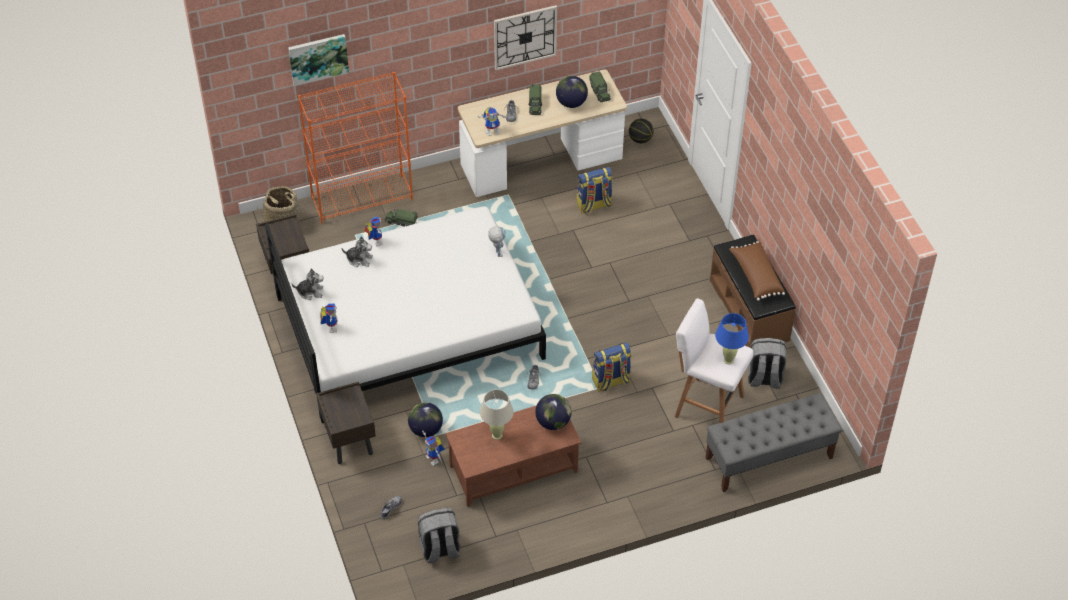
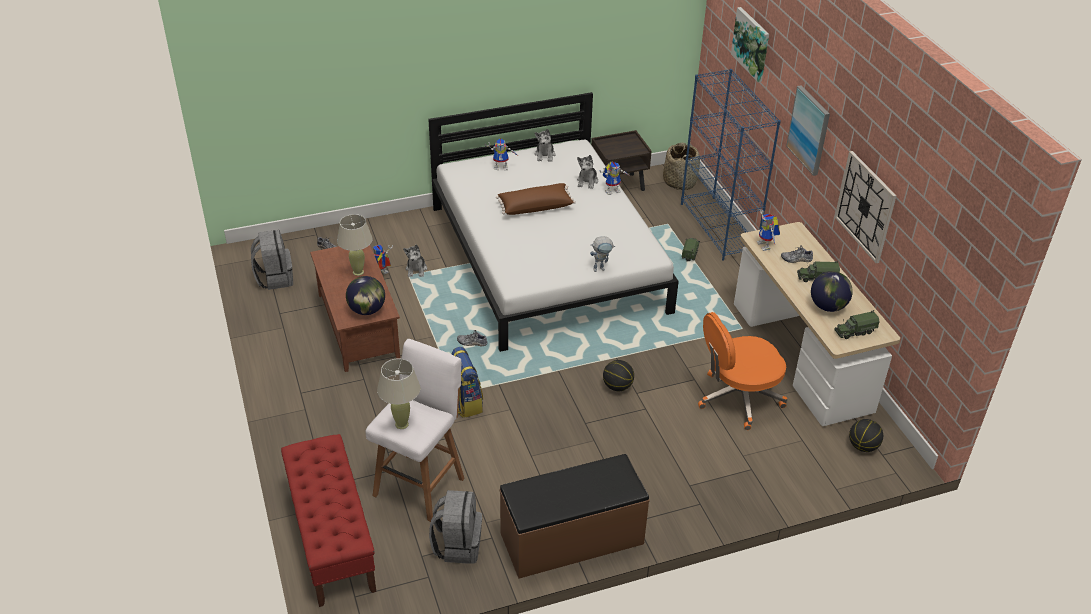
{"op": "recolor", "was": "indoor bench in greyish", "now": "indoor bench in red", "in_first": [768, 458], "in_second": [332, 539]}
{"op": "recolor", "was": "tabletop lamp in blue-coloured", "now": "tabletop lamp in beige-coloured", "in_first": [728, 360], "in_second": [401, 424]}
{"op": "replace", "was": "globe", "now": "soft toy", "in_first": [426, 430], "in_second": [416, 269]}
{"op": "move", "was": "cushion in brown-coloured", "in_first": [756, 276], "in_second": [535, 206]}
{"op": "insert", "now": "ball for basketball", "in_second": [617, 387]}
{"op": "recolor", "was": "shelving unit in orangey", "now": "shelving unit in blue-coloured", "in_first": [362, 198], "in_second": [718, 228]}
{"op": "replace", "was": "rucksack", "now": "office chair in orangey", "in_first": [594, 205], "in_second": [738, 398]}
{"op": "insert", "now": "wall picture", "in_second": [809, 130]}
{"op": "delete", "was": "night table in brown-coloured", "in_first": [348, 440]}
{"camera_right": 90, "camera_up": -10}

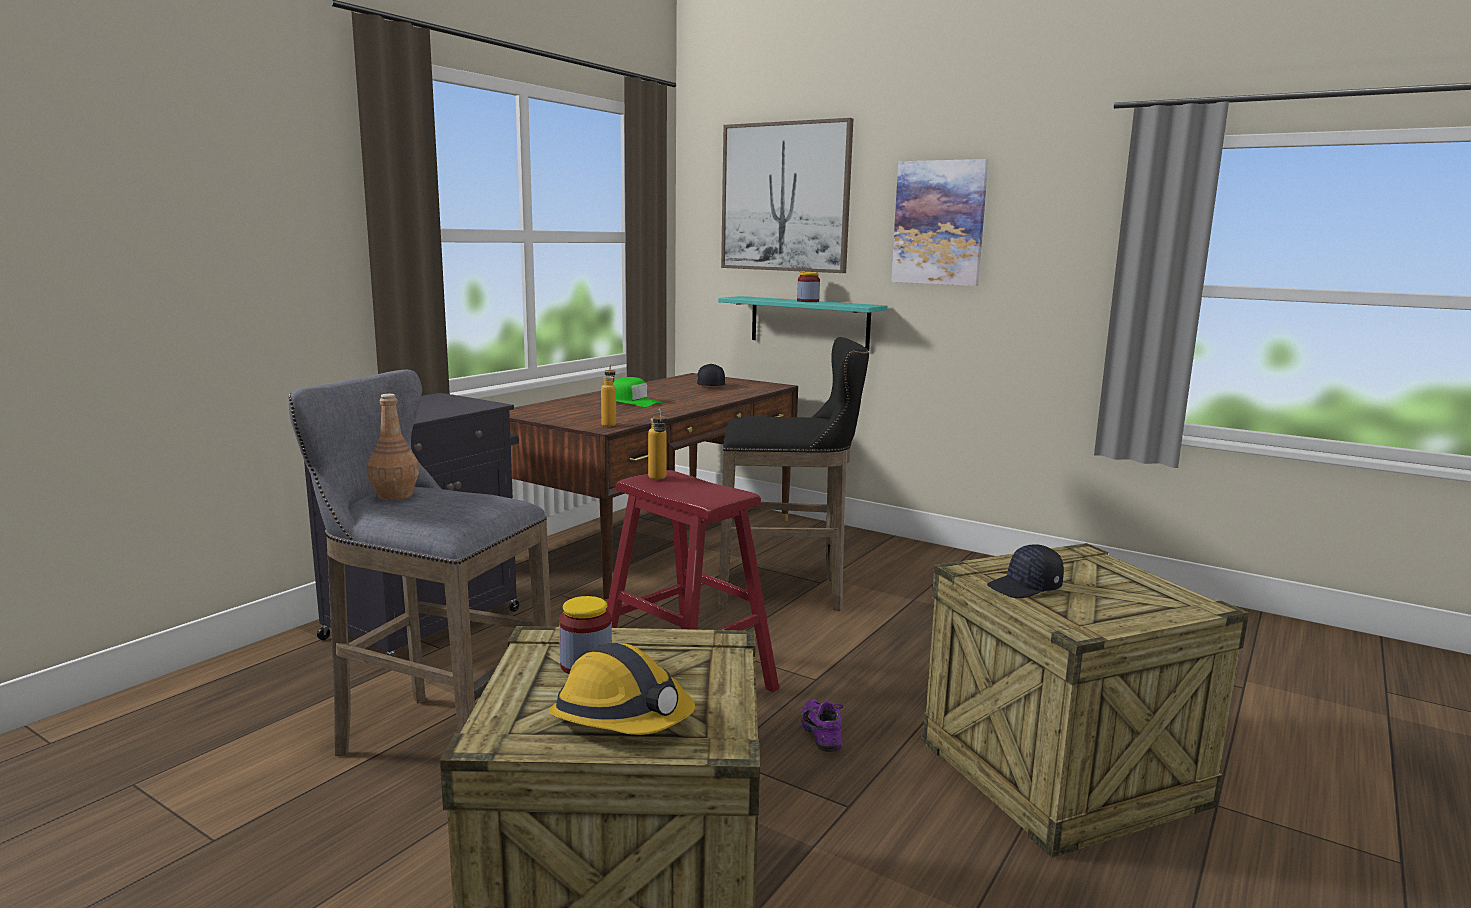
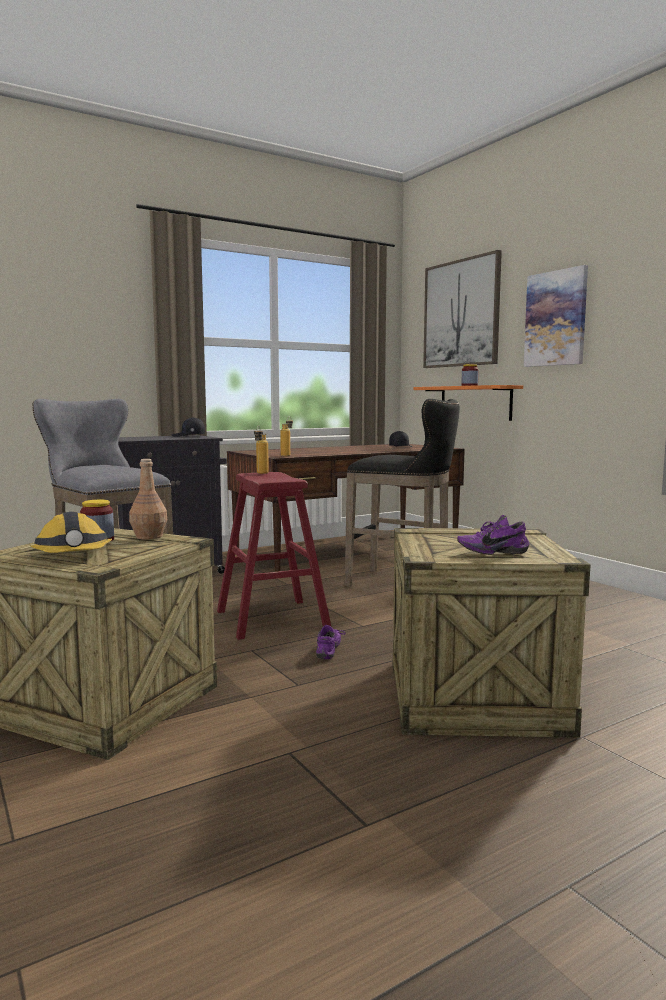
{"op": "move", "was": "bottle in brown-coloured", "in_first": [394, 495], "in_second": [149, 536]}
{"op": "move", "was": "peaked cap in blackish", "in_first": [1025, 587], "in_second": [188, 436]}
{"op": "recolor", "was": "bracket shelf in blue-green", "now": "bracket shelf in orangey", "in_first": [809, 322], "in_second": [475, 402]}
{"op": "insert", "now": "shoe in purplish", "in_second": [492, 552]}
{"op": "delete", "was": "peaked cap in green-coloured", "in_first": [633, 402]}
{"camera_right": 25, "camera_up": -5}

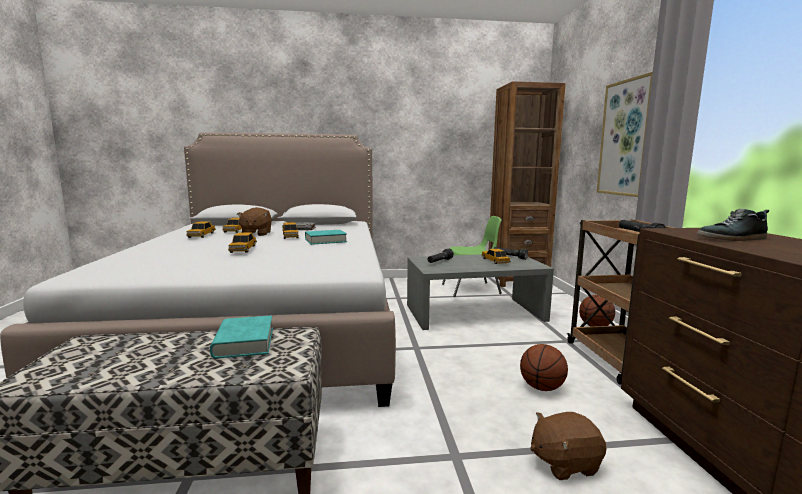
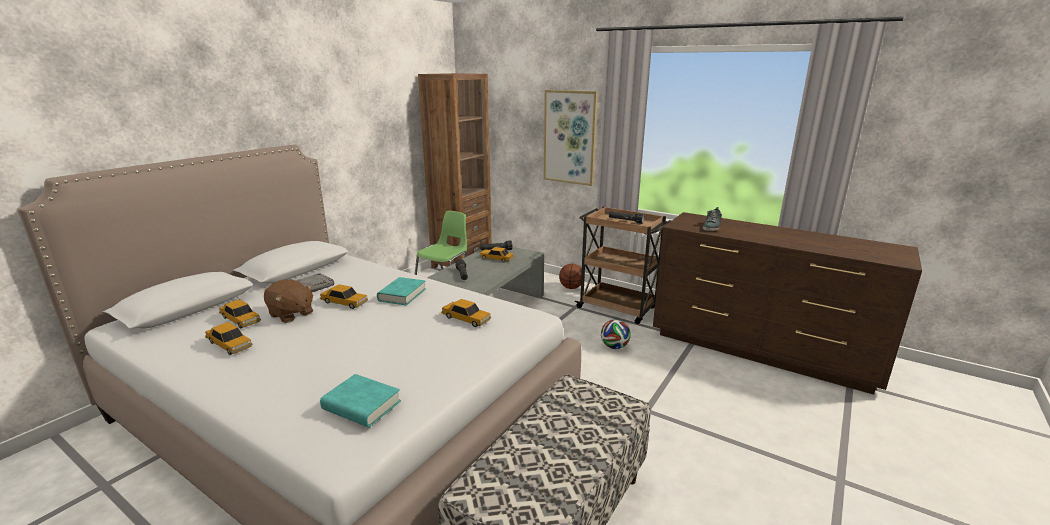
{"op": "move", "was": "volume in blue-green", "in_first": [244, 342], "in_second": [361, 406]}
{"op": "move", "was": "model car", "in_first": [243, 249], "in_second": [466, 319]}
{"op": "replace", "was": "ball for basketball", "now": "ball for football", "in_first": [542, 388], "in_second": [614, 347]}
{"op": "delete", "was": "soft toy in brown-coloured", "in_first": [564, 463]}
{"camera_right": -50, "camera_up": 10}

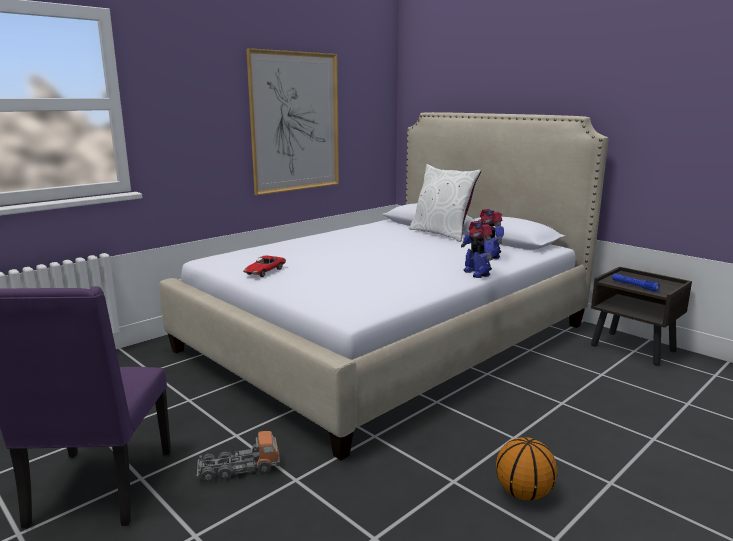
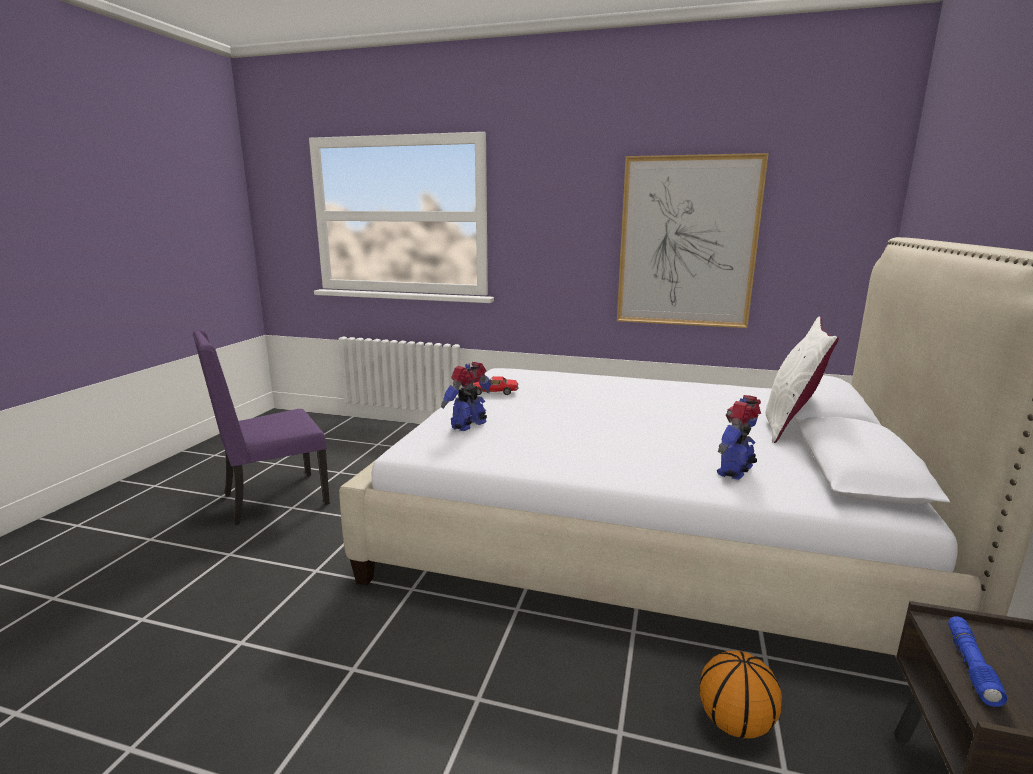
{"op": "move", "was": "robot figure", "in_first": [477, 273], "in_second": [470, 425]}
{"op": "move", "was": "ball for basketball", "in_first": [524, 493], "in_second": [736, 724]}
{"op": "delete", "was": "model truck", "in_first": [239, 469]}
{"camera_right": 60, "camera_up": 0}

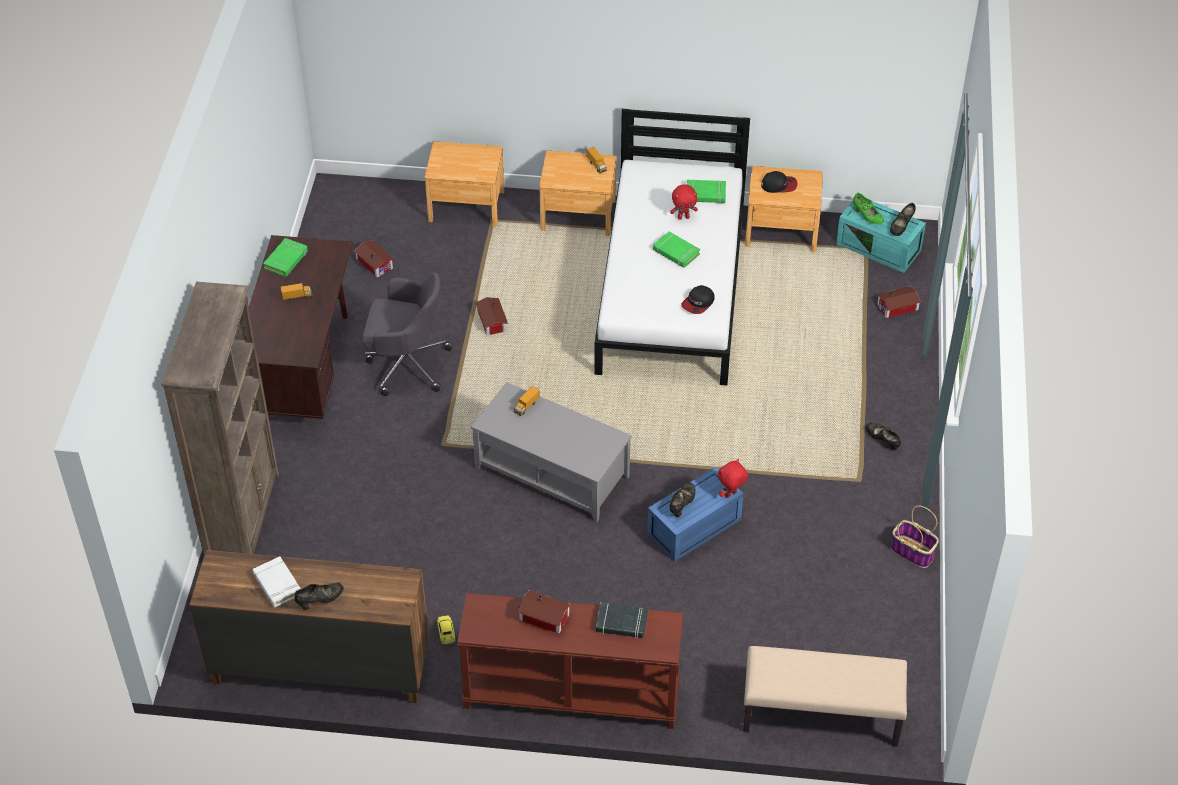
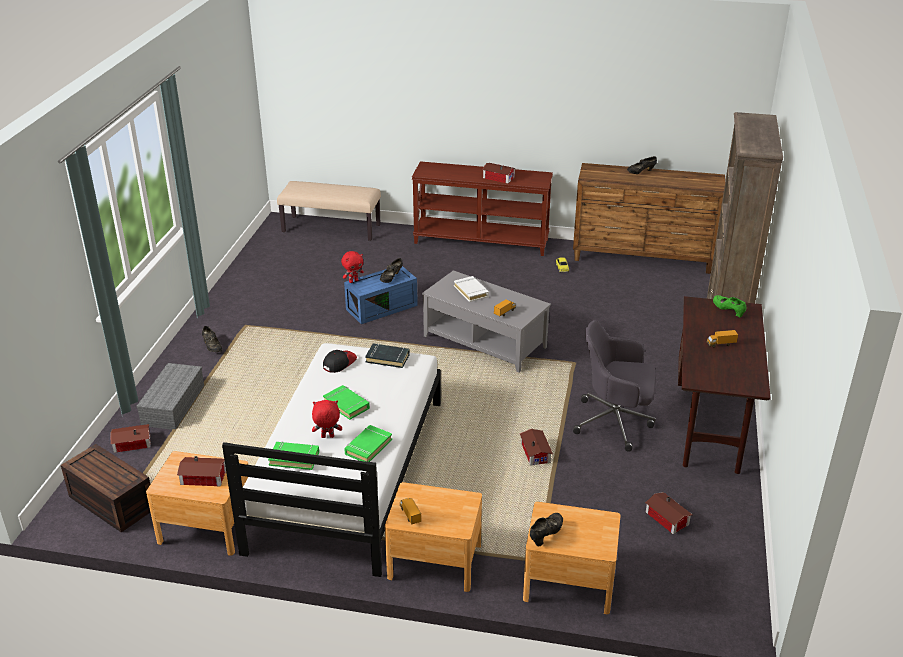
{"op": "recolor", "was": "storage bin in blue-green", "now": "storage bin in brown-coloured", "in_first": [880, 247], "in_second": [110, 503]}
{"op": "insert", "now": "storage bin in greyish", "in_second": [173, 404]}
{"op": "replace", "was": "peaked cap", "now": "toy house", "in_first": [779, 185], "in_second": [204, 478]}
{"op": "move", "was": "volume in green-coloured", "in_first": [286, 260], "in_second": [368, 447]}
{"op": "move", "was": "volume in blackish", "in_first": [621, 623], "in_second": [387, 358]}
{"op": "move", "was": "volume in whitish", "in_first": [277, 584], "in_second": [471, 291]}
{"op": "move", "was": "shoe in blackish", "in_first": [901, 227], "in_second": [546, 534]}
{"op": "move", "was": "shoe in green-coloured", "in_first": [867, 217], "in_second": [728, 311]}
{"op": "delete", "was": "household basket", "in_first": [913, 552]}
{"camera_right": -175, "camera_up": -15}

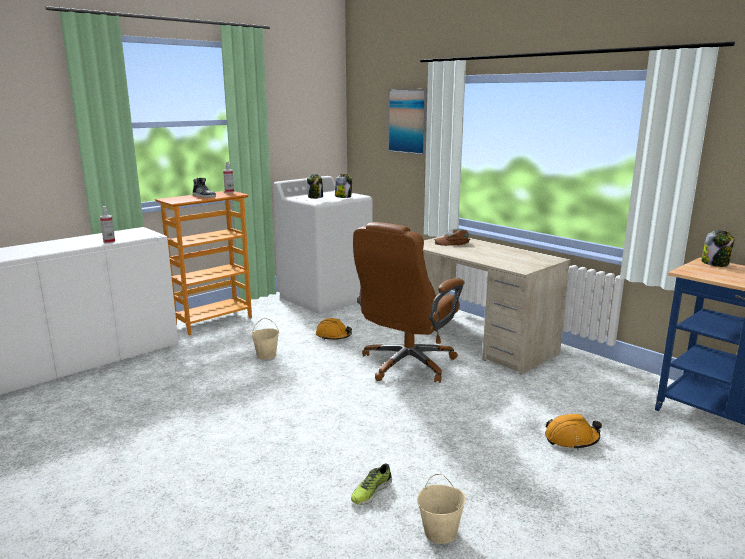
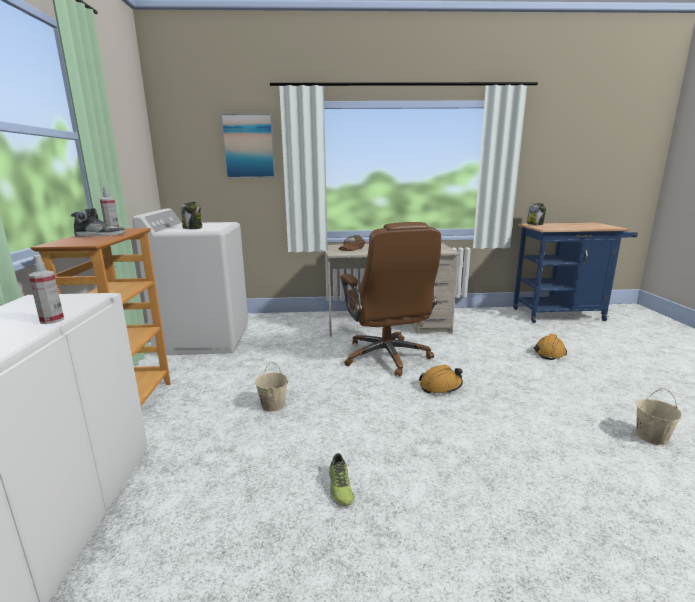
{"op": "move", "was": "shoe", "in_first": [371, 491], "in_second": [339, 487]}
{"op": "move", "was": "work helmet in orangey", "in_first": [333, 336], "in_second": [440, 386]}
{"op": "delete", "was": "preserve jar", "in_first": [343, 197]}
{"camera_right": -50, "camera_up": 0}

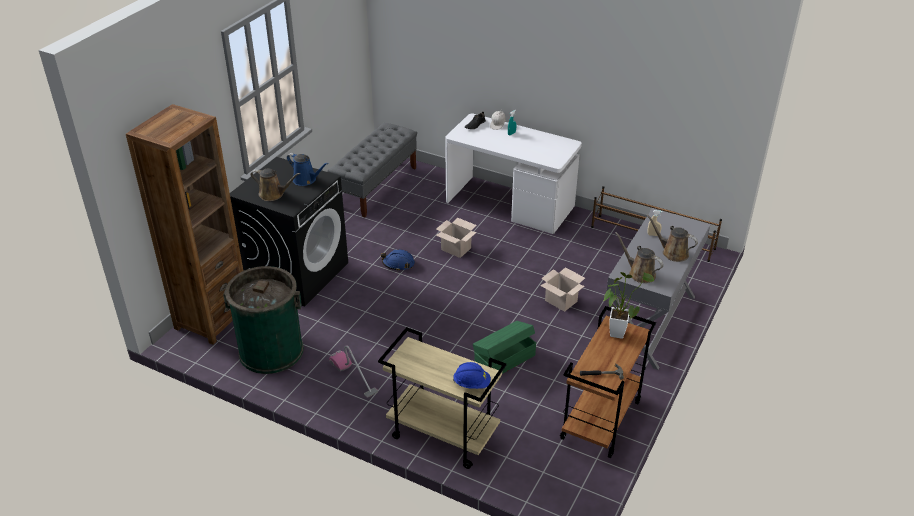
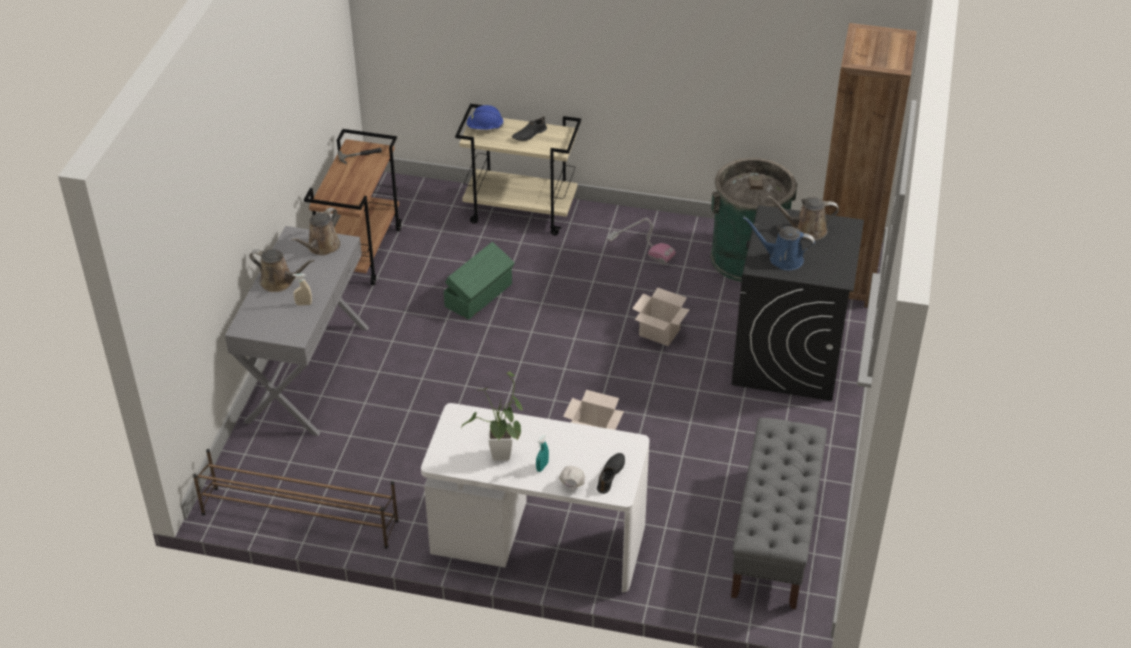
{"op": "rotate", "was": "sprinkling can in brown-coloured", "in_first": [639, 273], "in_second": [321, 247], "clockwise": 90}
{"op": "move", "was": "potted plant", "in_first": [617, 331], "in_second": [500, 458]}
{"op": "insert", "now": "shoe in blackish", "in_second": [529, 134]}
{"op": "move", "was": "carton", "in_first": [562, 301], "in_second": [658, 332]}
{"op": "delete", "was": "work helmet in blue-coloured", "in_first": [398, 264]}
{"camera_right": 165, "camera_up": 5}

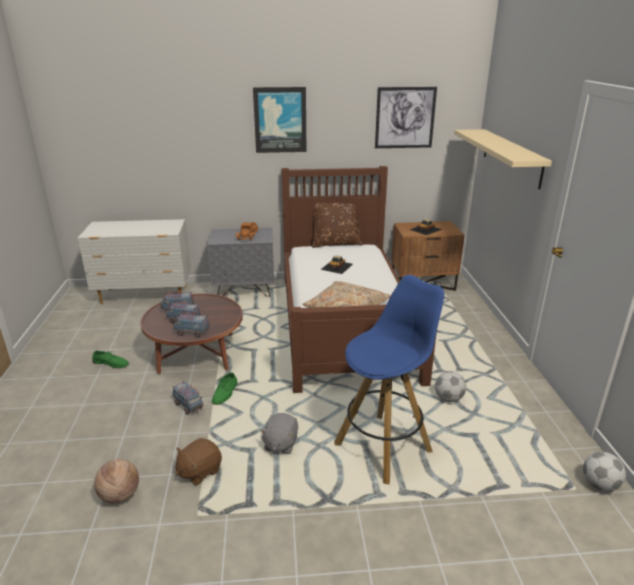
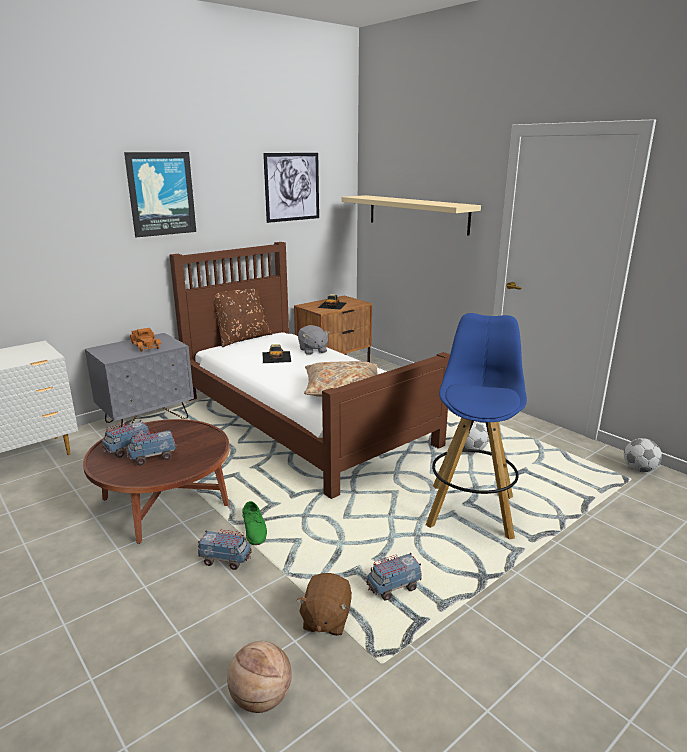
{"op": "move", "was": "soft toy in greyish", "in_first": [280, 444], "in_second": [312, 350]}
{"op": "move", "was": "model truck", "in_first": [192, 332], "in_second": [393, 587]}
{"op": "delete", "was": "shoe in green-coloured", "in_first": [111, 363]}
{"camera_right": -35, "camera_up": -5}

